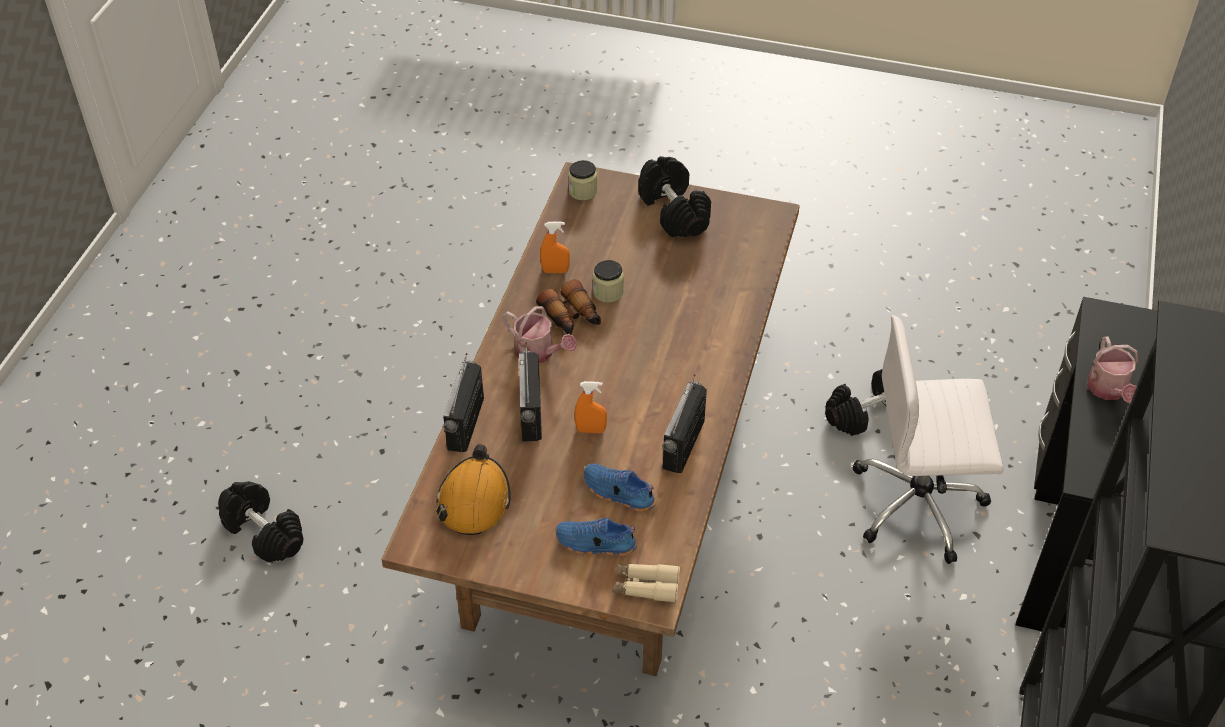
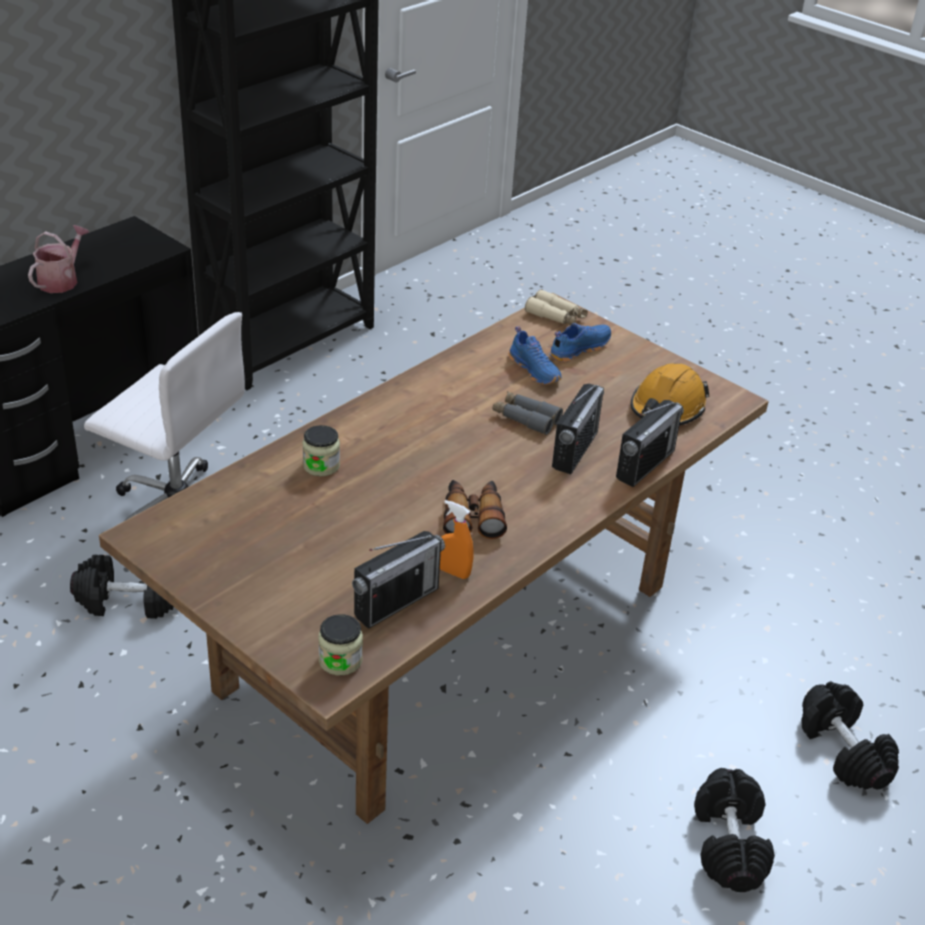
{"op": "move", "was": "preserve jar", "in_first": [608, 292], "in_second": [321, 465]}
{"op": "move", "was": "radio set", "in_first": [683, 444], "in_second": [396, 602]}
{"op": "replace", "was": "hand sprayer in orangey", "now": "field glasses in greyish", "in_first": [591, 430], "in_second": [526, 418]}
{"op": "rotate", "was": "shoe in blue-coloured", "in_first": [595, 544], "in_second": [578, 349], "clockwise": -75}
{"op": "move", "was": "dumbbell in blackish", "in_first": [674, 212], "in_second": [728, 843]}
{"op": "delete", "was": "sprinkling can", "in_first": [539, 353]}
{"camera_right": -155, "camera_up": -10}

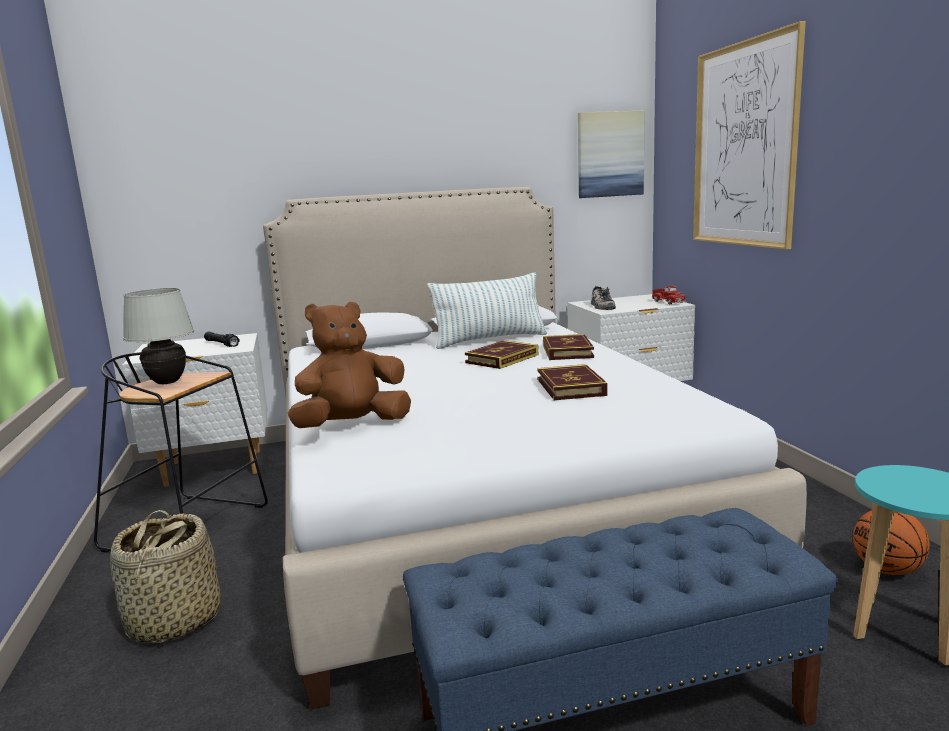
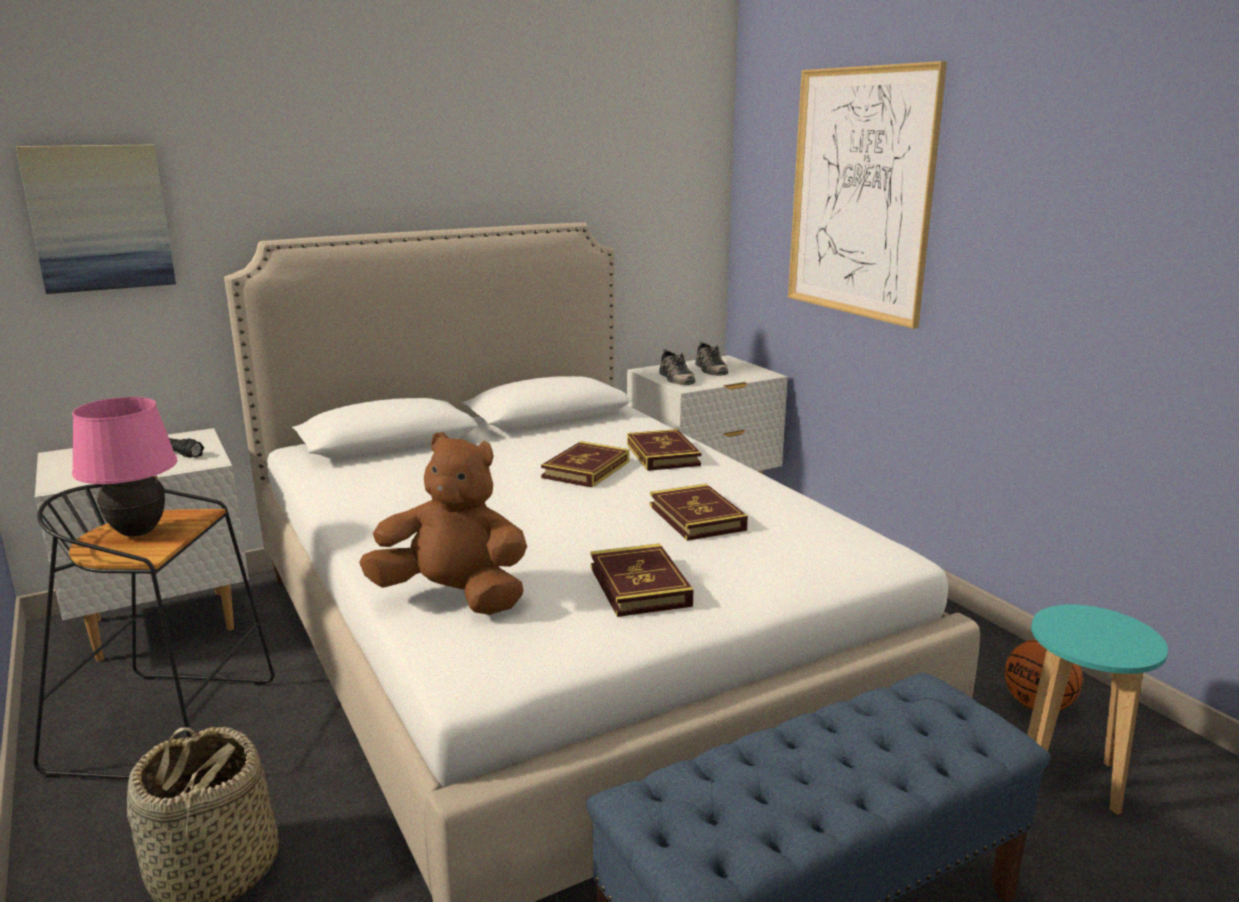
{"op": "move", "was": "wall picture", "in_first": [610, 154], "in_second": [99, 218]}
{"op": "recolor", "was": "tabletop lamp in whitish", "now": "tabletop lamp in pinkish", "in_first": [167, 383], "in_second": [137, 533]}
{"op": "rotate", "was": "soft toy in brown-coloured", "in_first": [352, 425], "in_second": [454, 597], "clockwise": 60}
{"op": "insert", "now": "volume", "in_second": [639, 586]}
{"op": "insert", "now": "shoe", "in_second": [709, 369]}
{"op": "delete", "was": "cushion", "in_first": [490, 340]}
{"op": "delete", "was": "model truck", "in_first": [668, 302]}
{"camera_right": -15, "camera_up": 5}

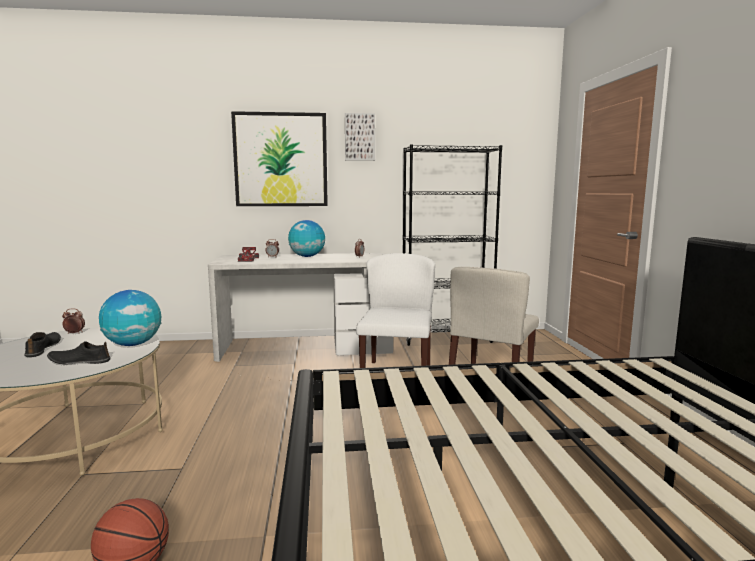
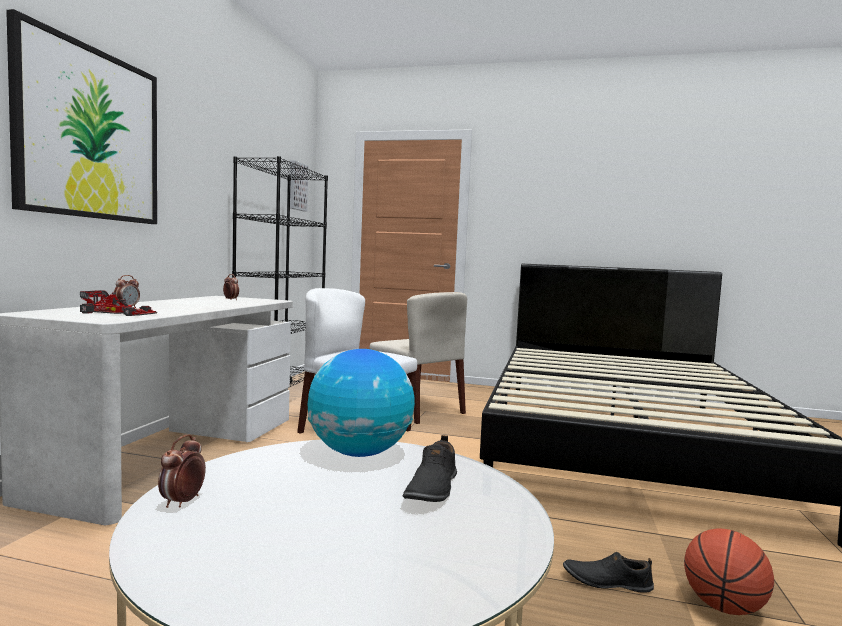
{"op": "move", "was": "wall picture", "in_first": [359, 137], "in_second": [296, 186]}
{"op": "move", "was": "shoe in blackish", "in_first": [43, 348], "in_second": [607, 581]}
{"op": "delete", "was": "globe", "in_first": [307, 256]}
{"camera_right": -70, "camera_up": -5}

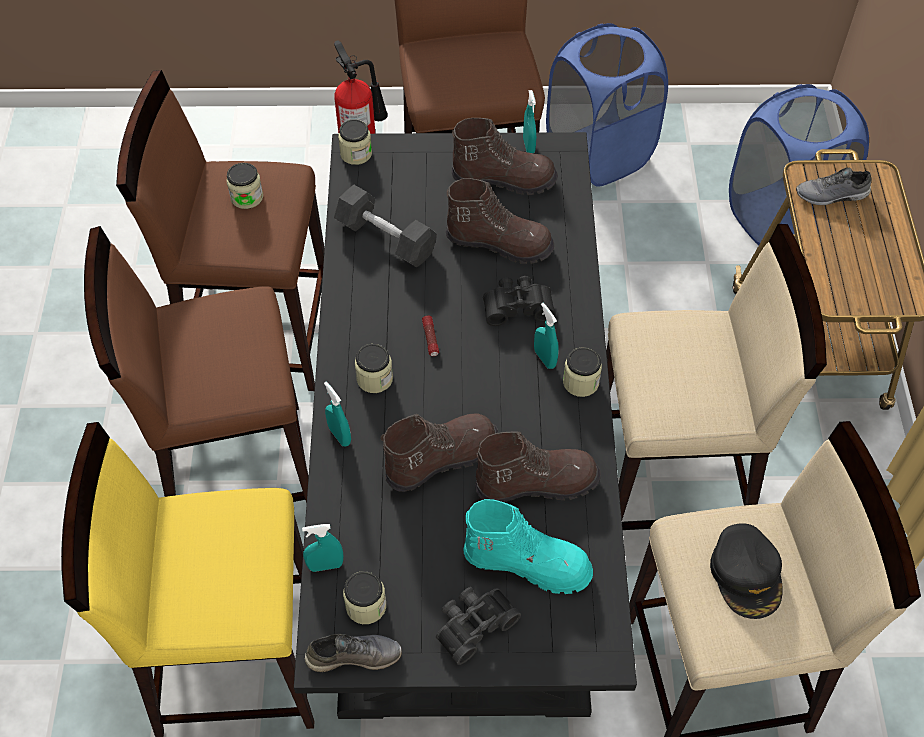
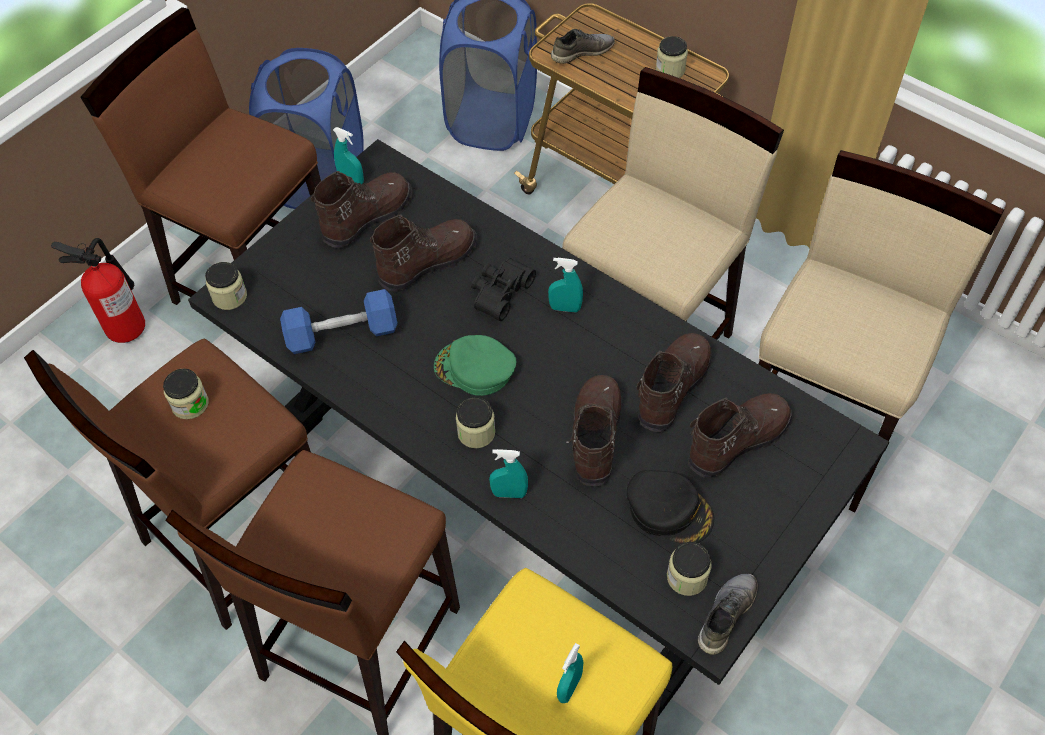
{"op": "recolor", "was": "dumbbell in blackish", "now": "dumbbell in blue-coloured", "in_first": [386, 238], "in_second": [342, 334]}
{"op": "replace", "was": "flashlight", "now": "peaked cap in green-coloured", "in_first": [430, 339], "in_second": [475, 369]}
{"op": "rotate", "was": "shoe in greyish", "in_first": [831, 195], "in_second": [582, 52], "clockwise": -150}
{"op": "move", "was": "hand sprayer in blue-green", "in_first": [325, 565], "in_second": [569, 687]}
{"op": "move", "was": "peaked cap in blackish", "in_first": [747, 574], "in_second": [669, 510]}
{"op": "move", "was": "preserve jar", "in_first": [580, 382], "in_second": [670, 70]}
{"op": "recolor", "was": "high-top boot in blue-green", "now": "high-top boot in brown-coloured", "in_first": [527, 562], "in_second": [736, 441]}
{"op": "delete", "was": "field glasses in blackish", "in_first": [472, 624]}
{"camera_right": -50, "camera_up": 0}

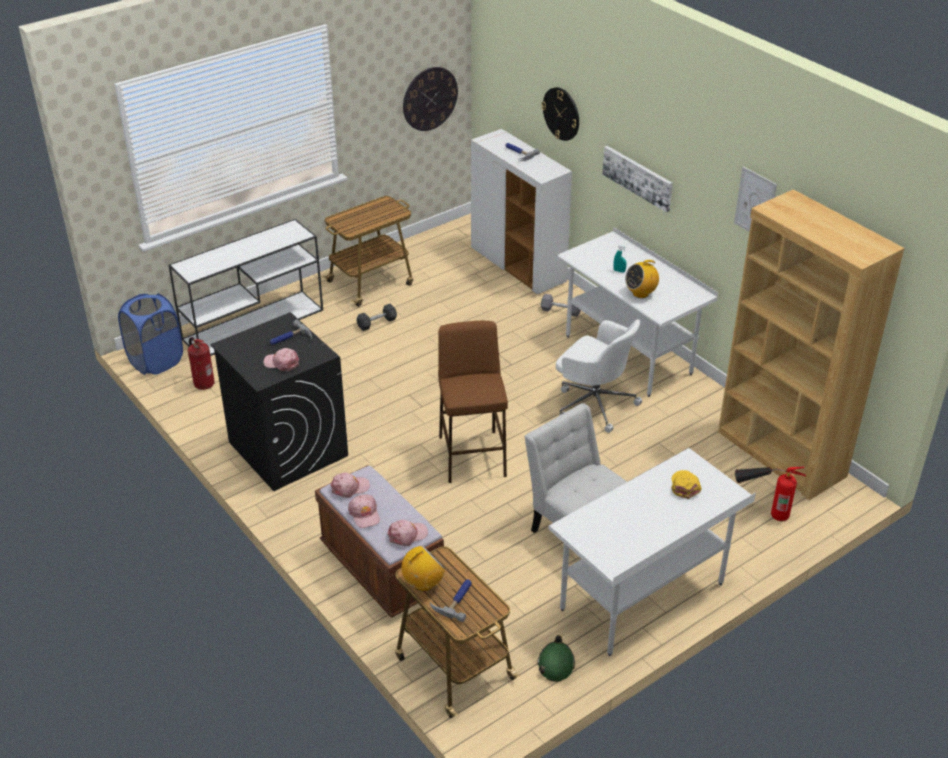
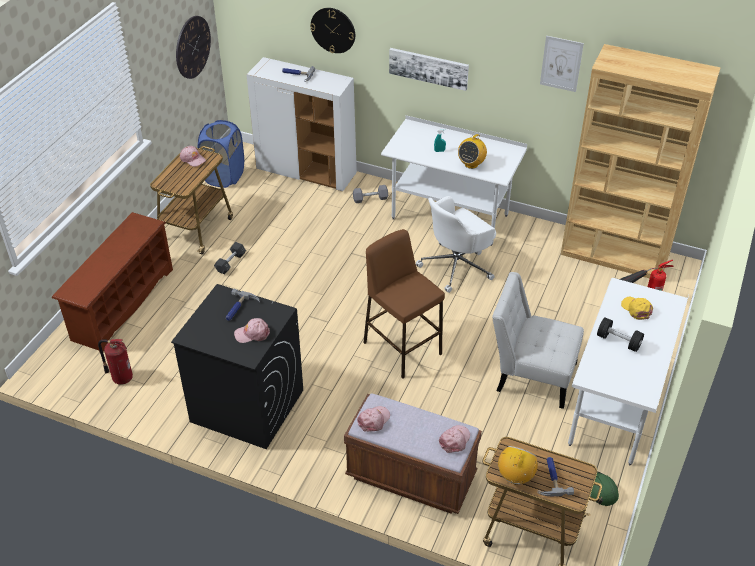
{"op": "replace", "was": "hall table in whitish", "now": "shoe rack in brown-coloured", "in_first": [254, 324], "in_second": [122, 304]}
{"op": "move", "was": "peaked cap in pinkish", "in_first": [364, 514], "in_second": [192, 159]}
{"op": "move", "was": "laundry basket in blue-coloured", "in_first": [156, 361], "in_second": [224, 176]}
{"op": "rotate", "was": "office chair in whitish", "in_first": [594, 403], "in_second": [457, 266], "clockwise": 135}
{"op": "insert", "now": "dumbbell in blackish", "in_second": [618, 341]}
{"camera_right": -30, "camera_up": 5}

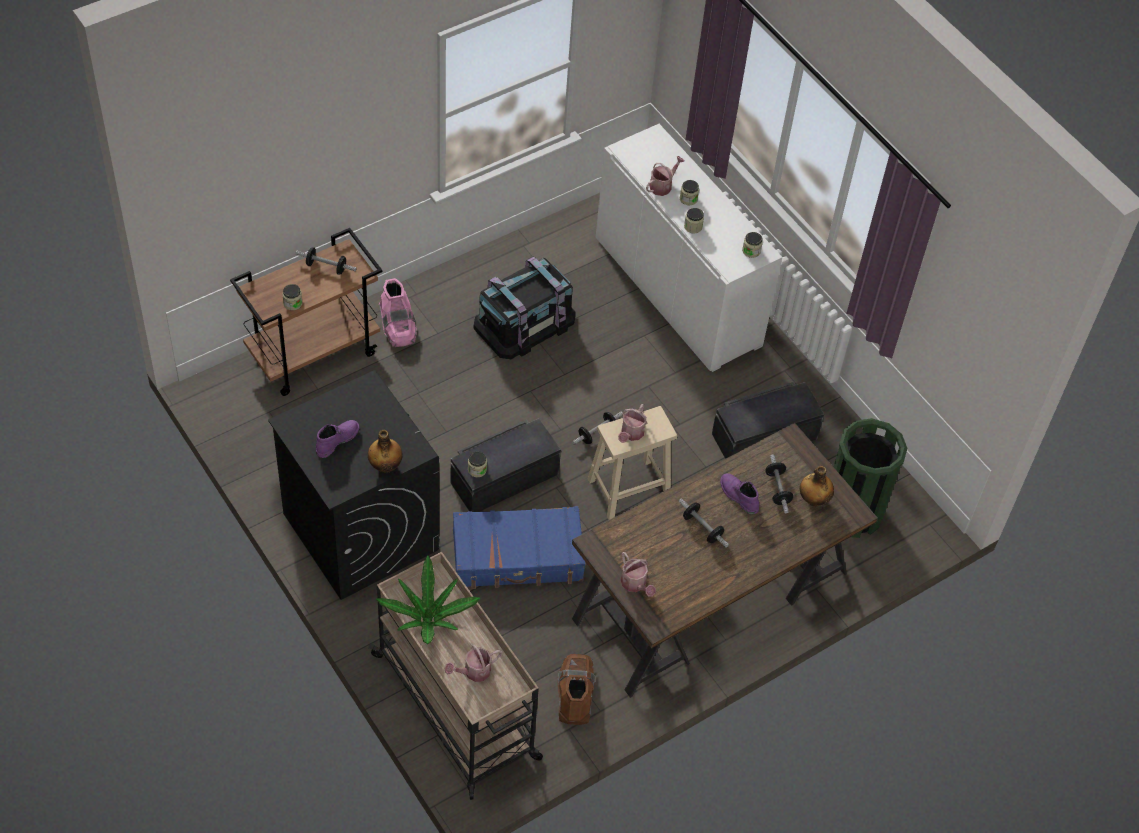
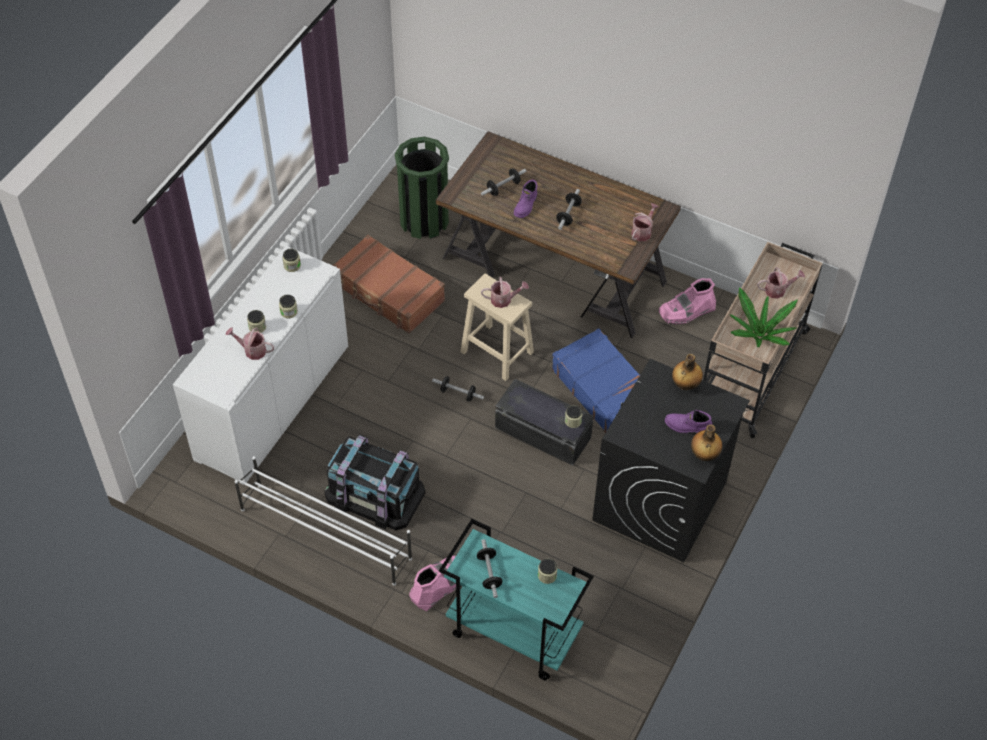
{"op": "insert", "now": "shoe rack in whitish", "in_second": [325, 533]}
{"op": "replace", "was": "storage bin in blackish", "now": "piece of luggage in brown-coloured", "in_first": [763, 435], "in_second": [388, 293]}
{"op": "recolor", "was": "trolley in brown-coloured", "now": "trolley in blue-green", "in_first": [314, 353], "in_second": [512, 633]}
{"op": "recolor", "was": "high-top boot in brown-coloured", "now": "high-top boot in pinkish", "in_first": [575, 692], "in_second": [686, 311]}
{"op": "move", "was": "bottle", "in_first": [813, 499], "in_second": [704, 455]}
{"op": "rotate", "was": "sprinkling can", "in_first": [473, 672], "in_second": [778, 290], "clockwise": -45}
{"camera_right": -115, "camera_up": 0}

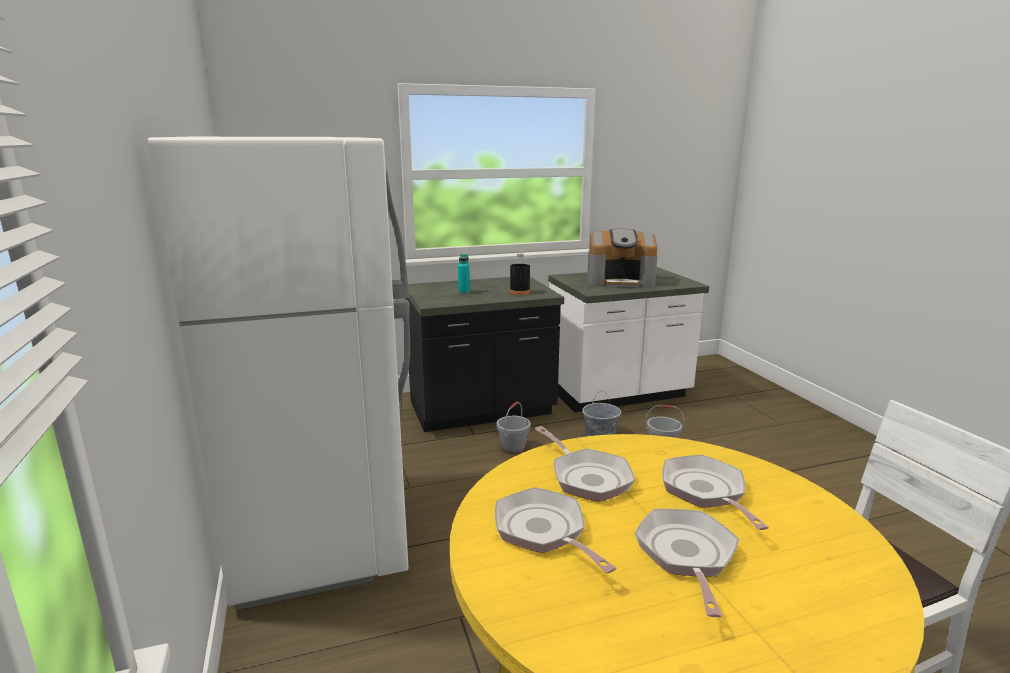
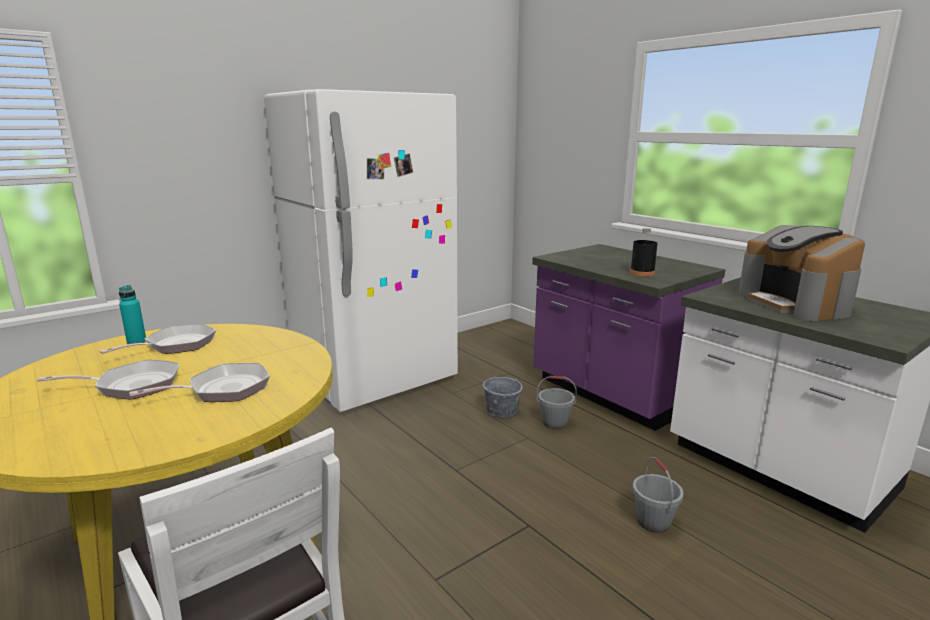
{"op": "move", "was": "bottle in blue-green", "in_first": [464, 292], "in_second": [136, 342]}
{"op": "move", "was": "water bucket in greyish", "in_first": [600, 434], "in_second": [502, 410]}
{"op": "recolor", "was": "counter in blackish", "now": "counter in purplish", "in_first": [481, 411], "in_second": [612, 393]}
{"op": "delete", "was": "skillet", "in_first": [587, 477]}
{"camera_right": 70, "camera_up": 0}

